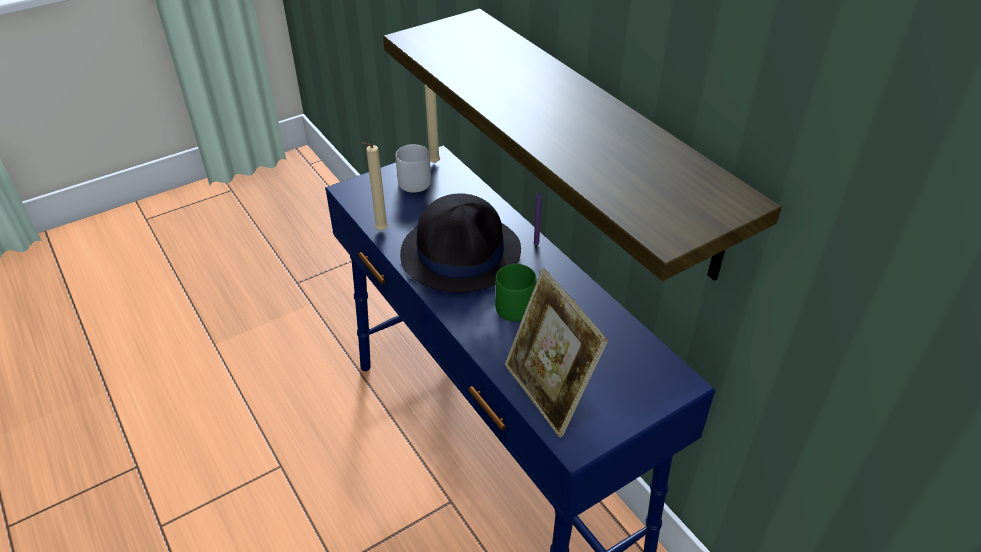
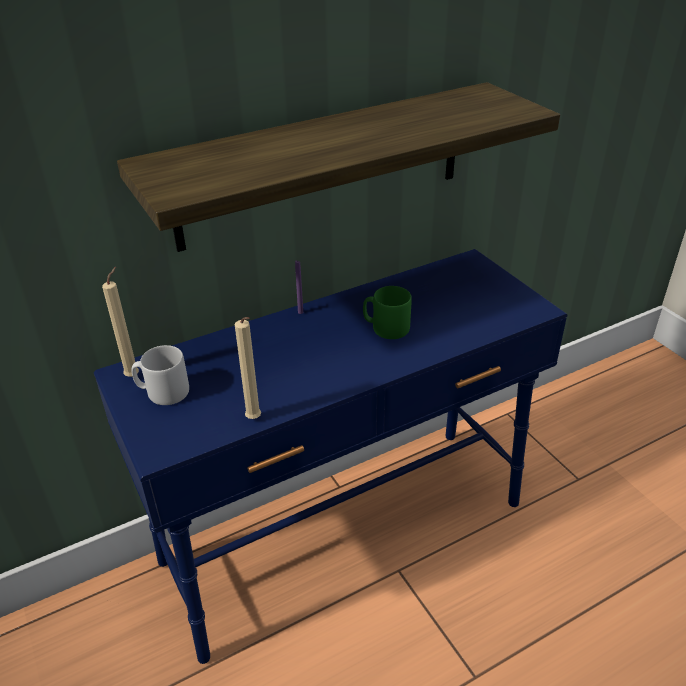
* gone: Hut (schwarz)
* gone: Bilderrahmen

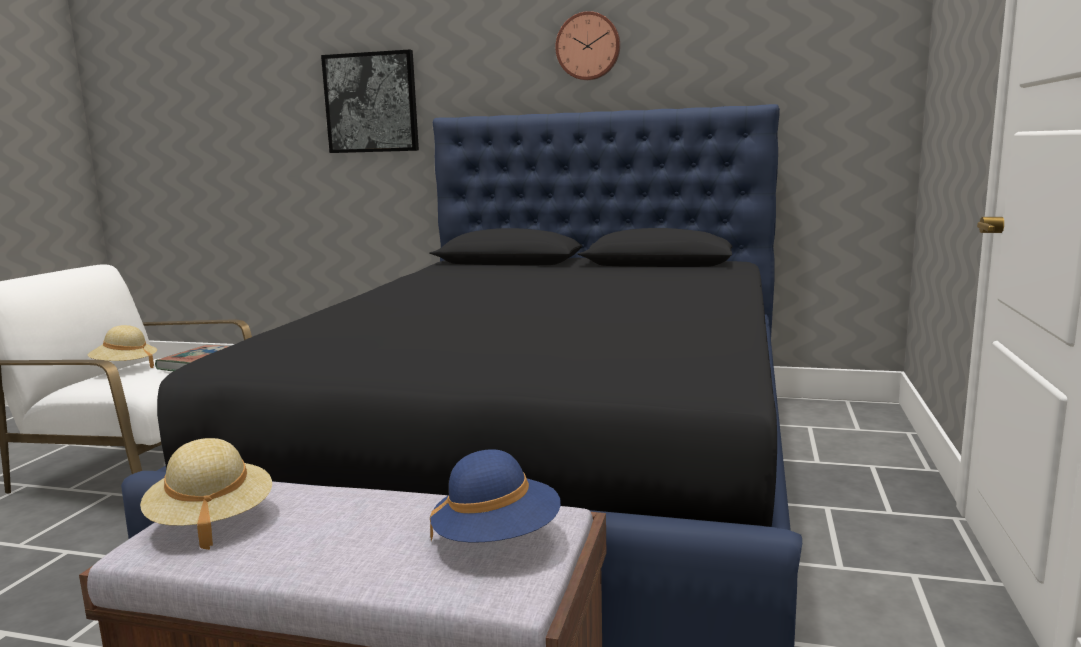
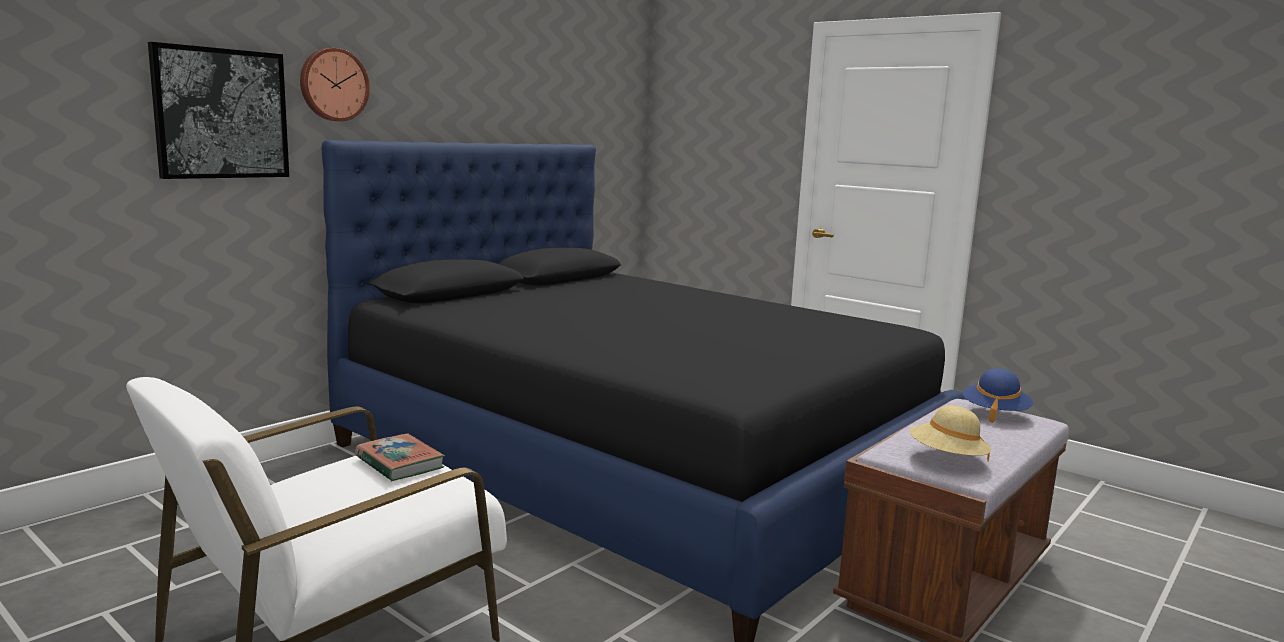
* gone: Hut (beige) (no. 1 from left)
* shifted: Wanduhr

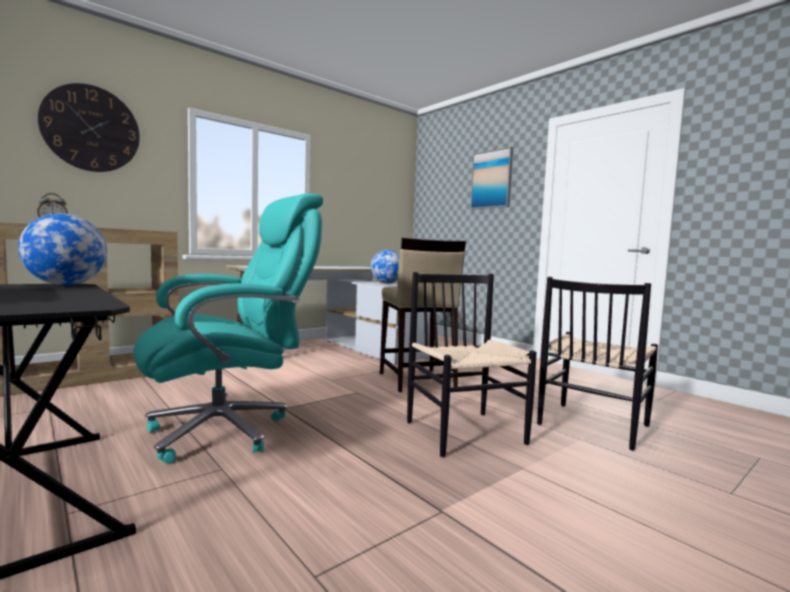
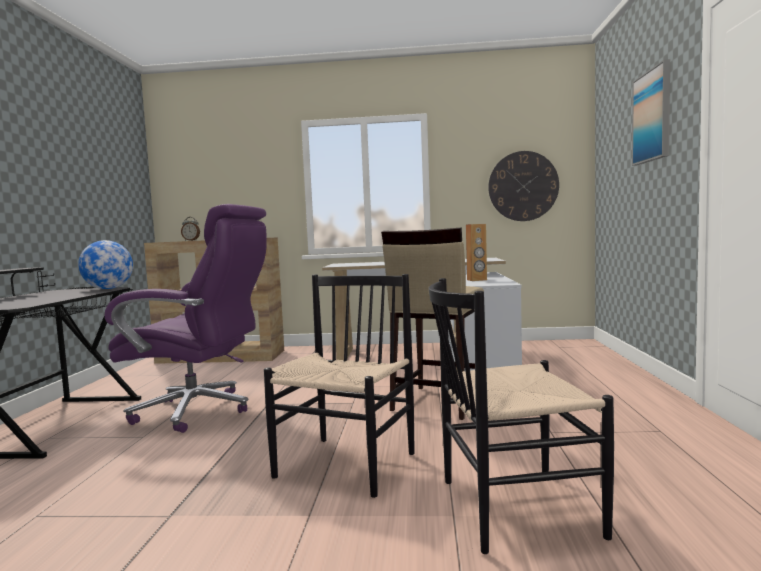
* shifted: Wanduhr
* swapped: Globus (no. 2 from left) to Lautsprecher (braun)
* repainted: Bürostuhl (türkis) to Bürostuhl (lila)

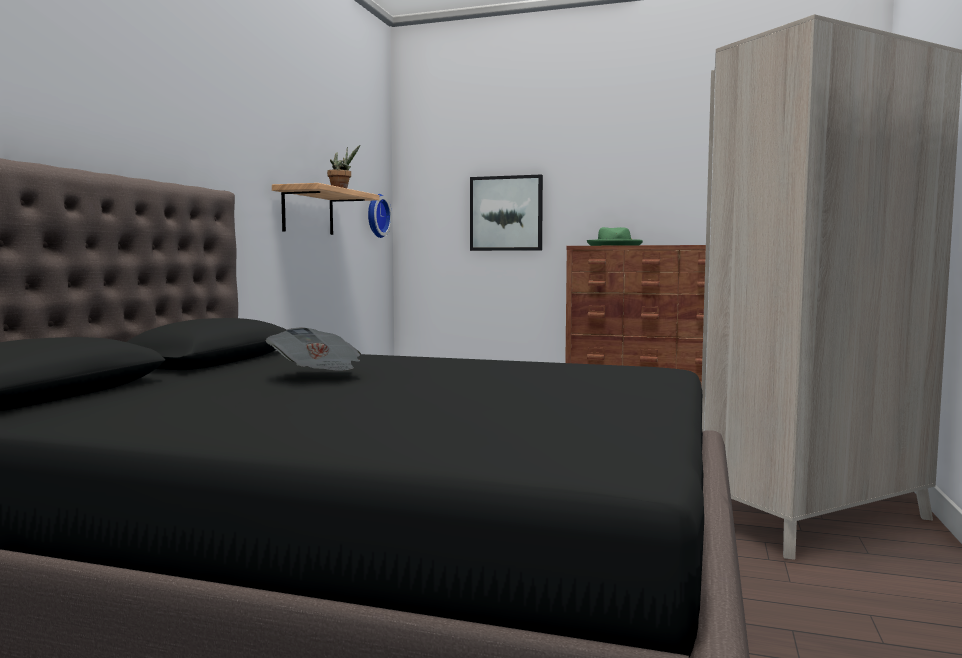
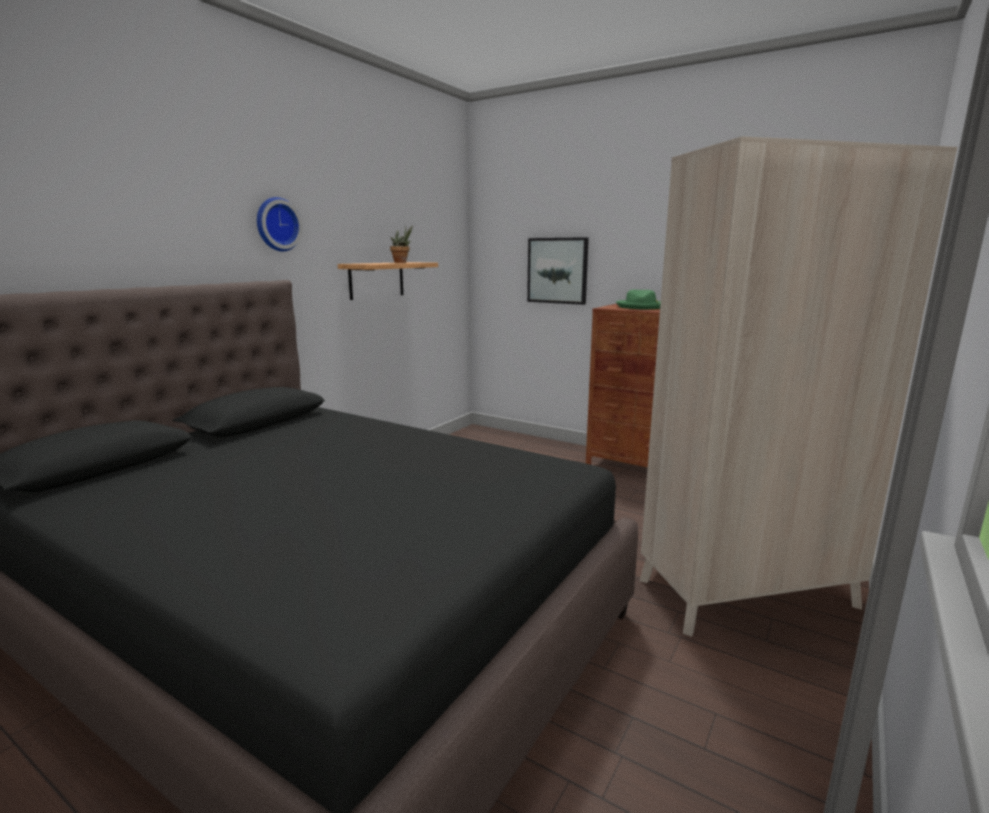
* gone: Zeitung
* shifted: Wanduhr

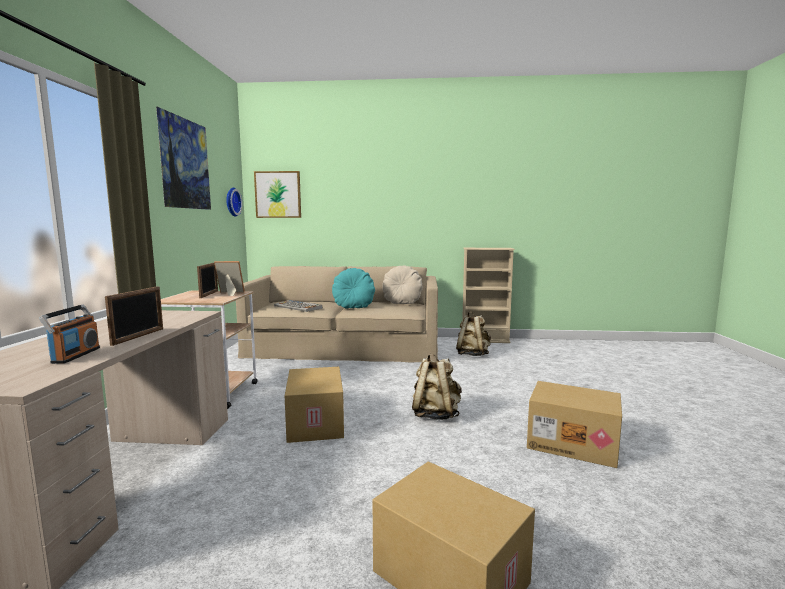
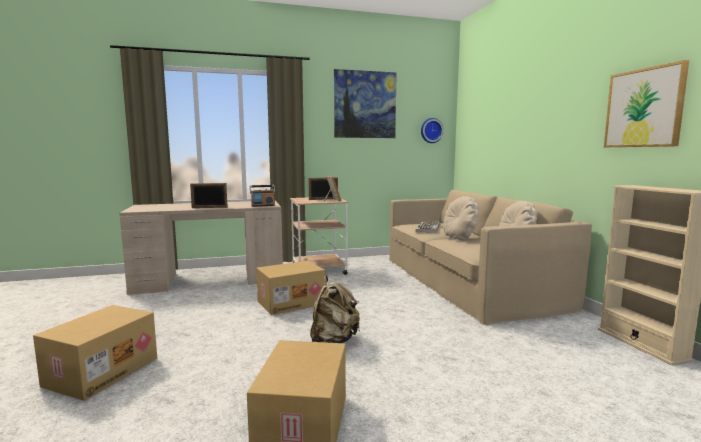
* gone: Rucksack (beige) (no. 2 from left)
* shifted: Radio
* shifted: Bild (no. 2 from left)
* repainted: Kissen (türkis) to Kissen (beige) (no. 1 from left)

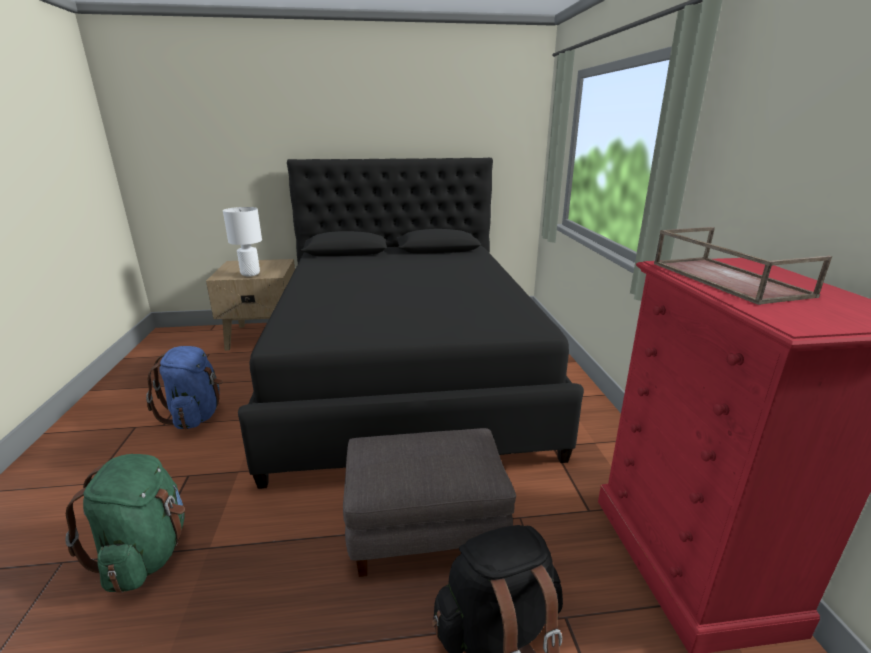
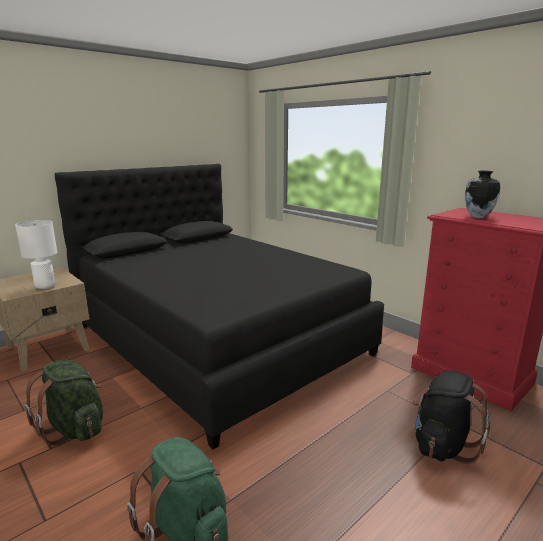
* gone: Polsterhocker (grau)
* swapped: Tablett (braun) to Vase
* repainted: Rucksack (blau) to Rucksack (grün) (no. 1 from left)

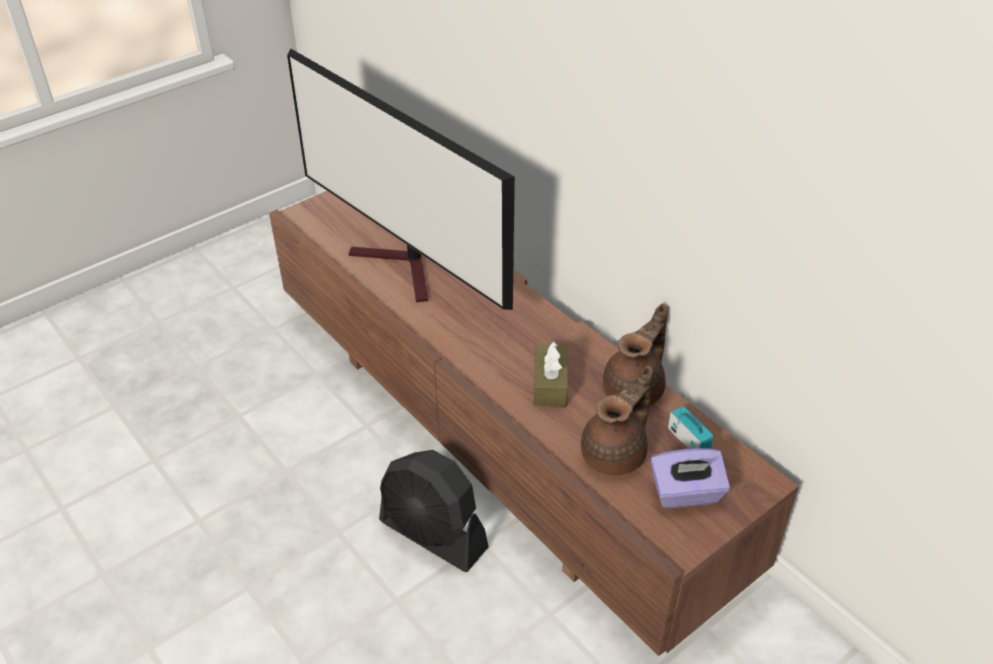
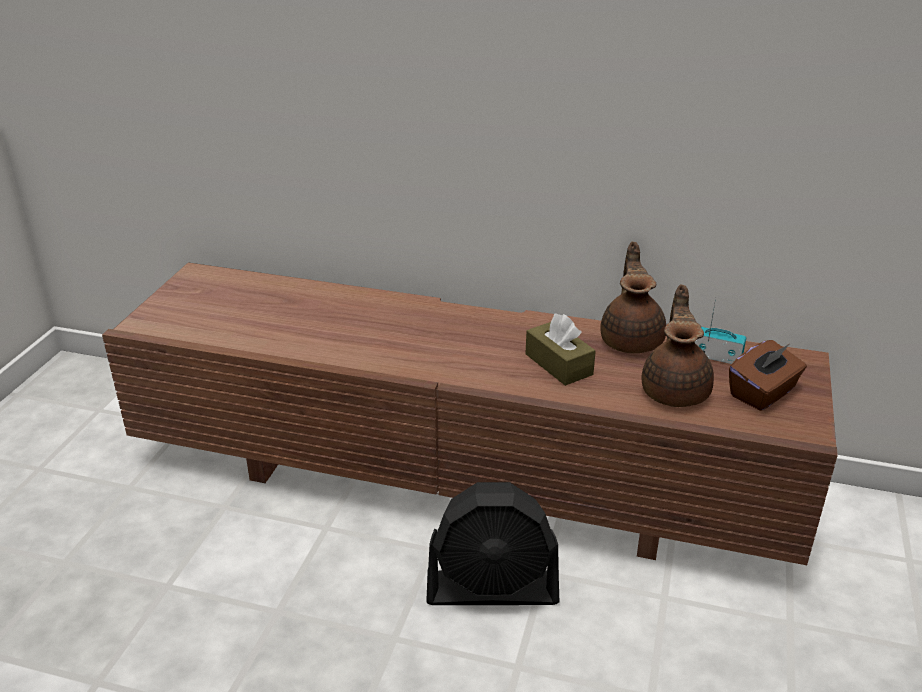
* gone: Fernseher
* repainted: Taschentuchbox (lila) to Taschentuchbox (braun) (no. 2 from left)

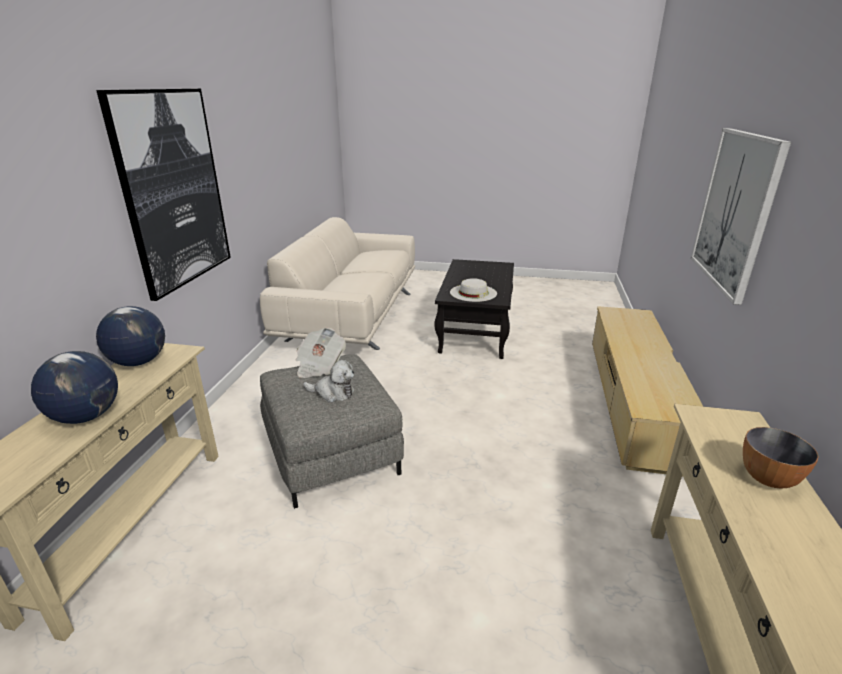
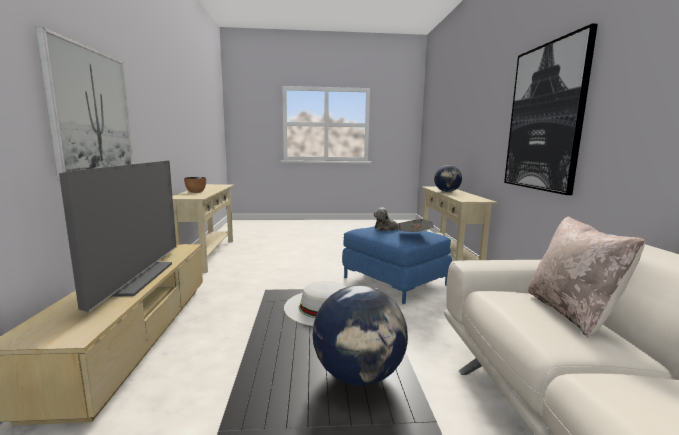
* new: Fernseher
* new: Kissen (beige)
* shifted: Globus (no. 2 from left in the first image) to Globus (no. 1 from left)
* repainted: Polsterhocker (grau) to Polsterhocker (blau)

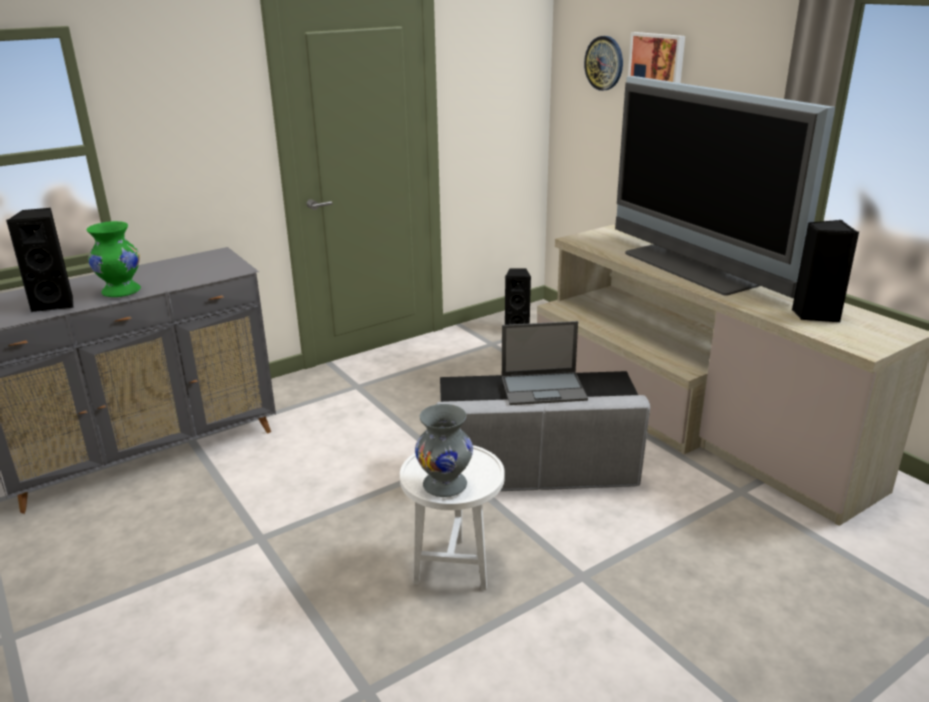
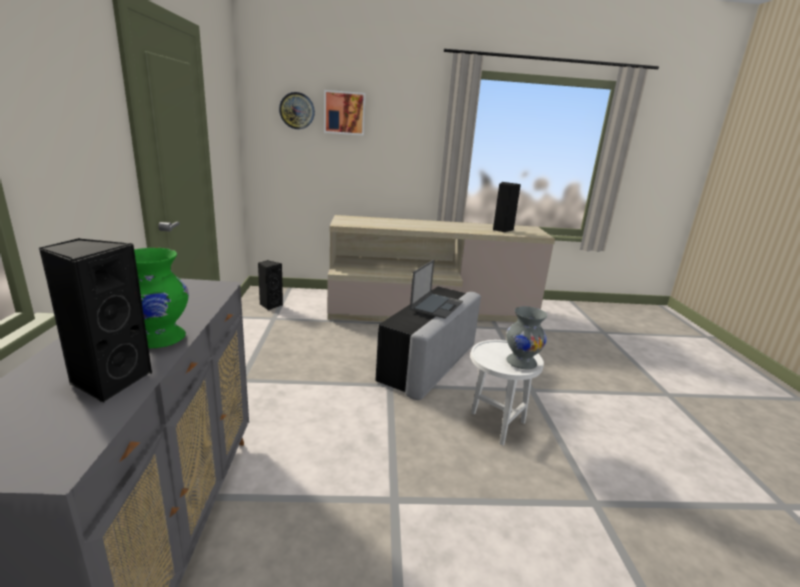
* gone: Fernseher

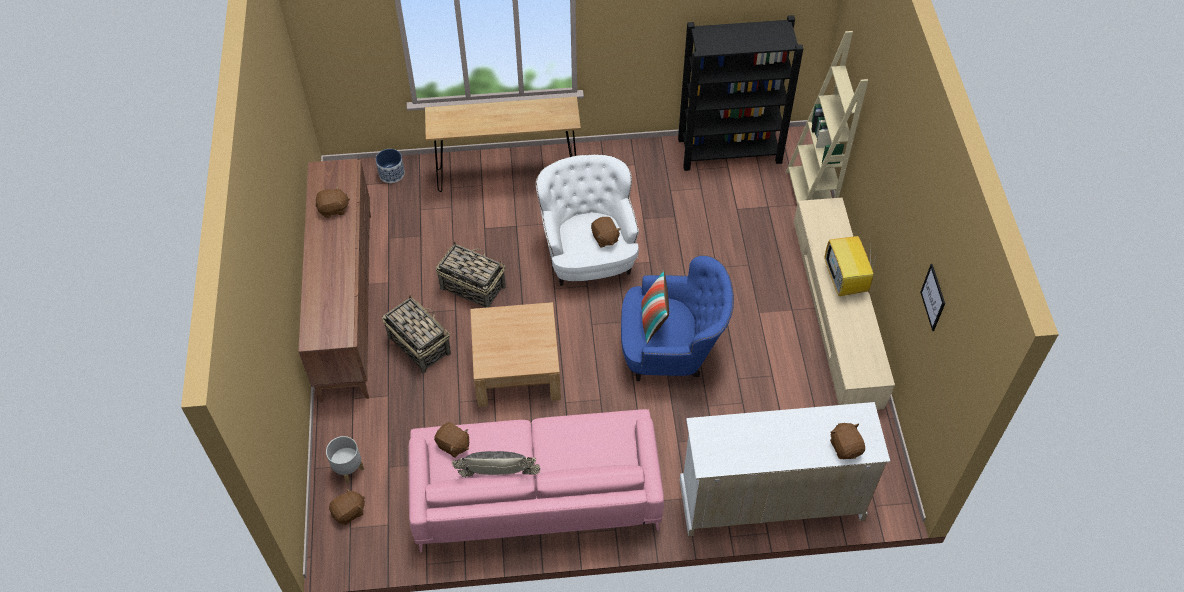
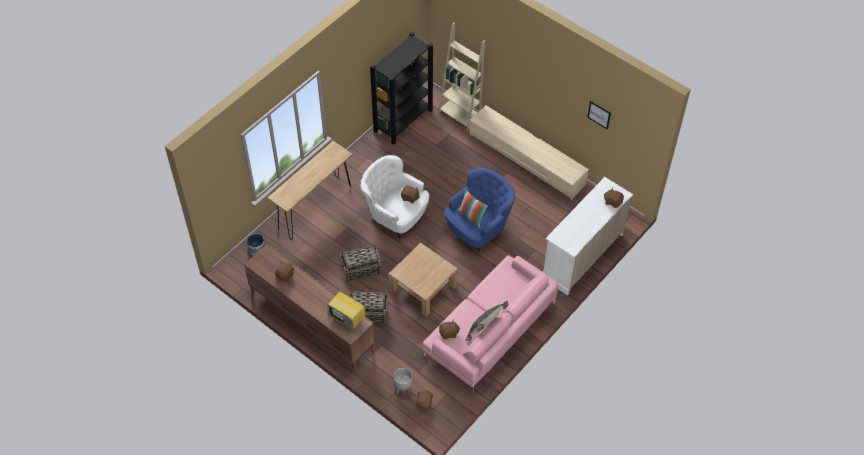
* shifted: Fernseher

